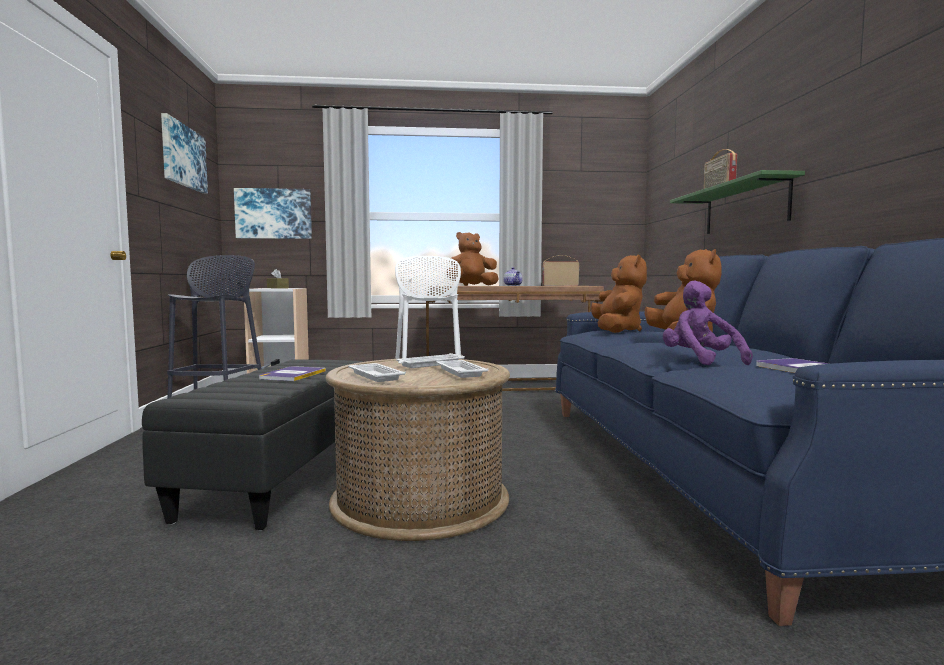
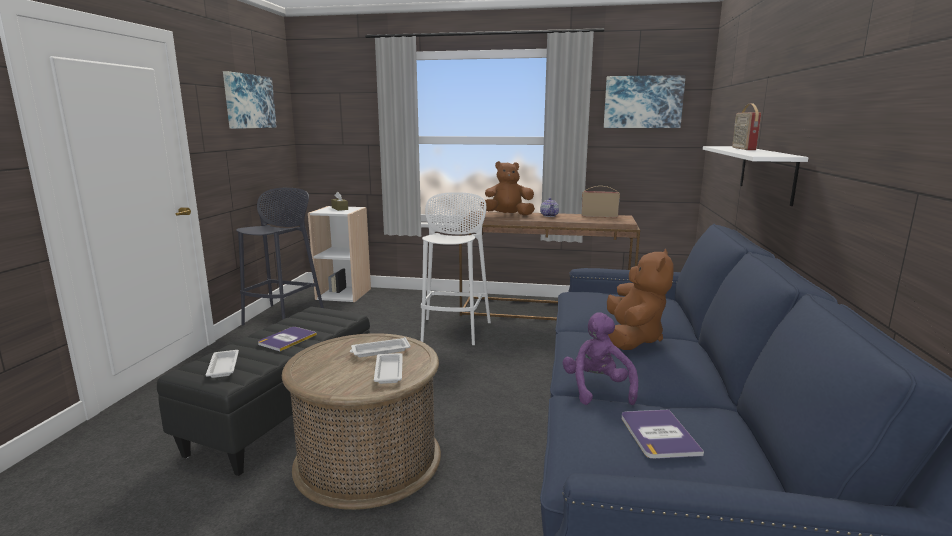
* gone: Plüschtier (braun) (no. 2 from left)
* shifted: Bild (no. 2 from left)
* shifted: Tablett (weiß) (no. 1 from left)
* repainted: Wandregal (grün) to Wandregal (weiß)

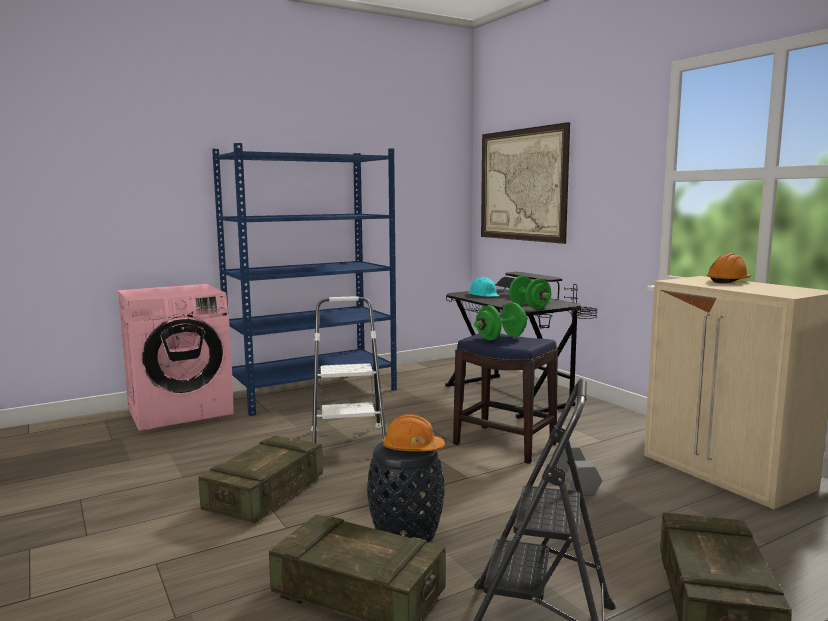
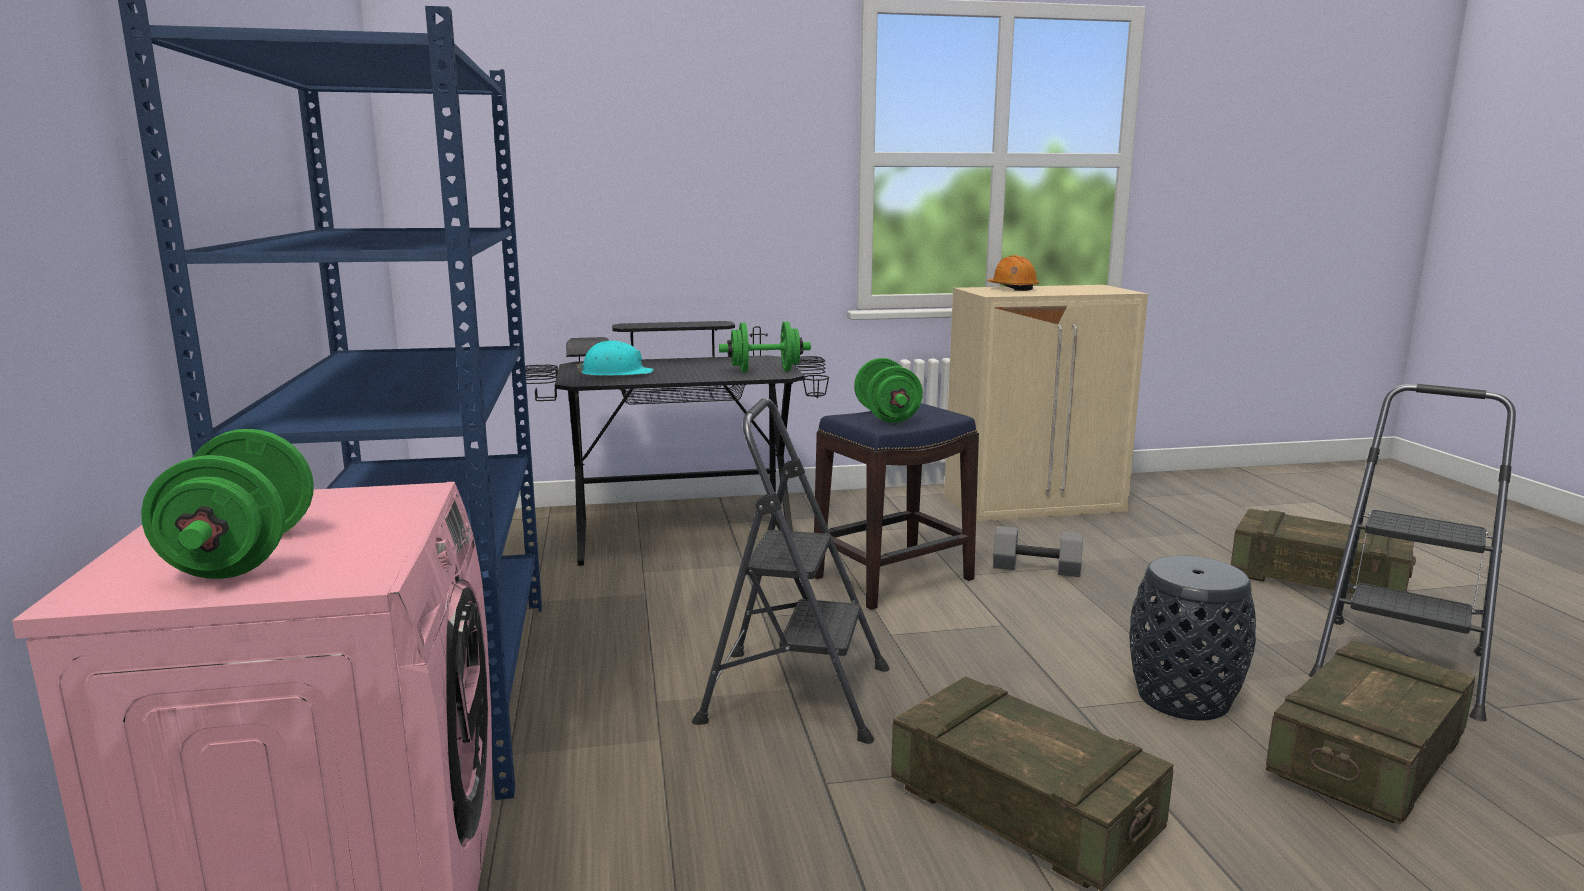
* gone: Schutzhelm (orange) (no. 1 from left)
* gone: Bild
* new: Hantel (grün) (no. 1 from left)
* repainted: Trittleiter (weiß) to Trittleiter (schwarz) (no. 1 from left)

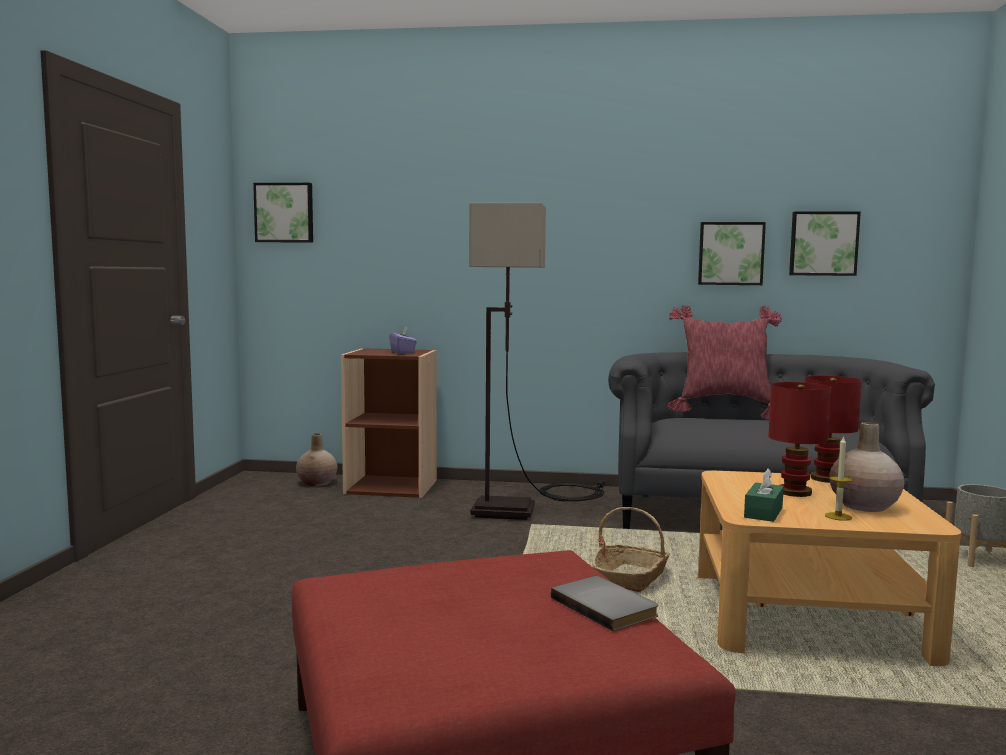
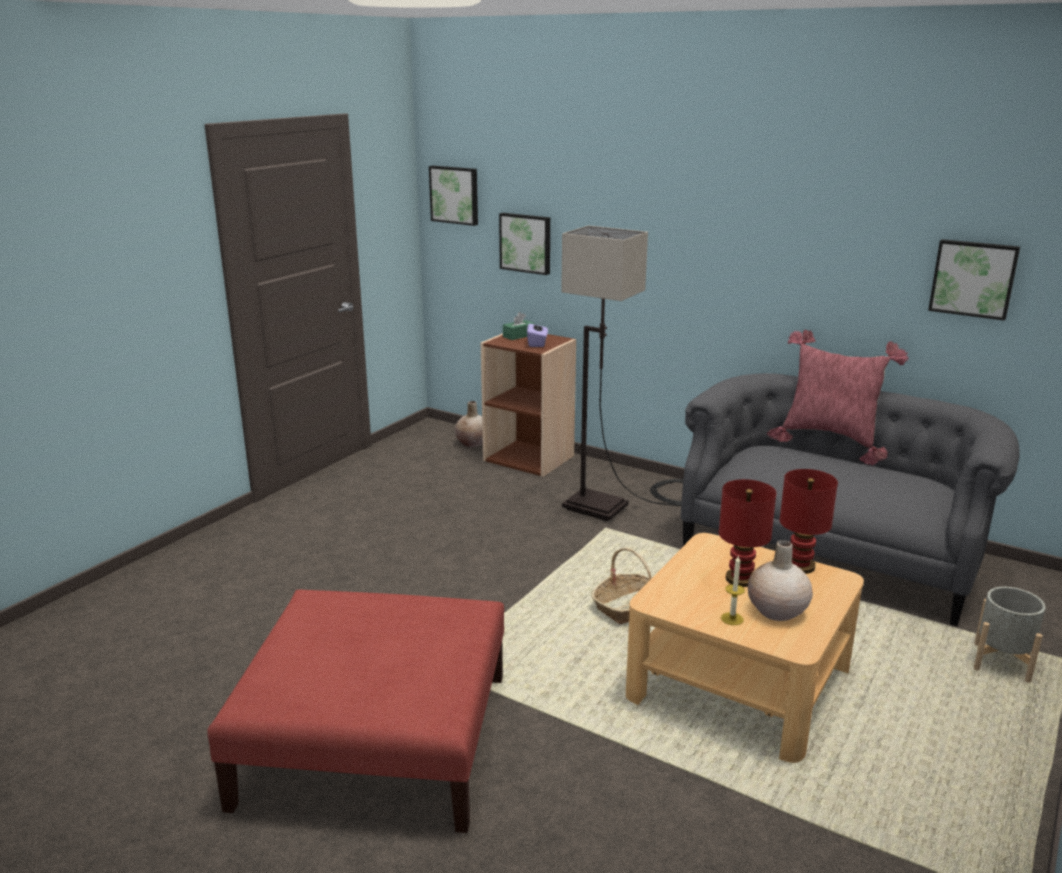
* gone: Buch (grau)
* shifted: Bild (no. 2 from left)
* shifted: Taschentuchbox (grün)

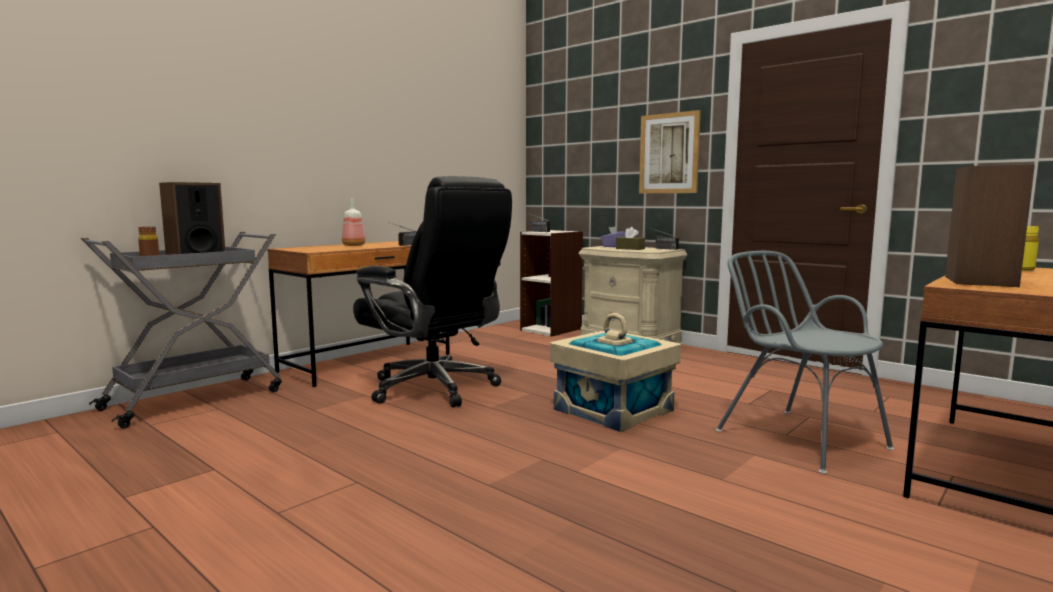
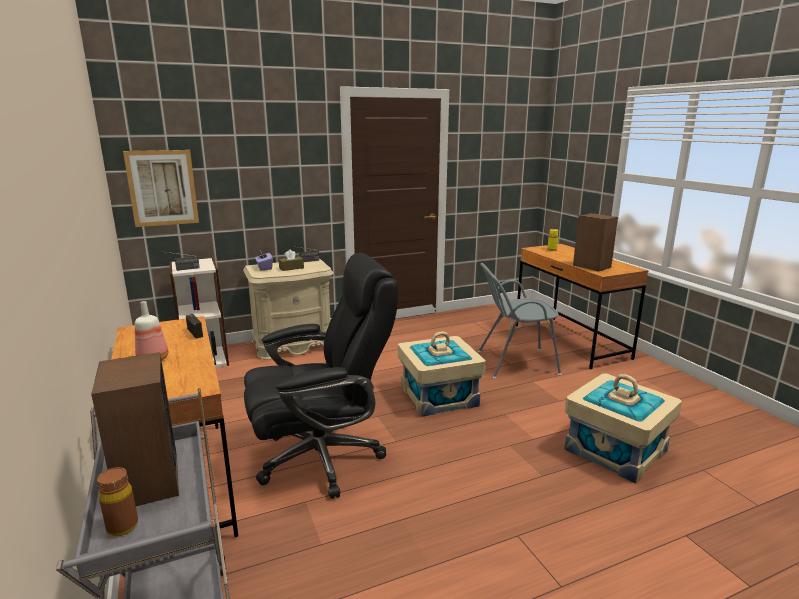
* new: Aufbewahrungsbox (beige) (no. 2 from left)
* shifted: Bild

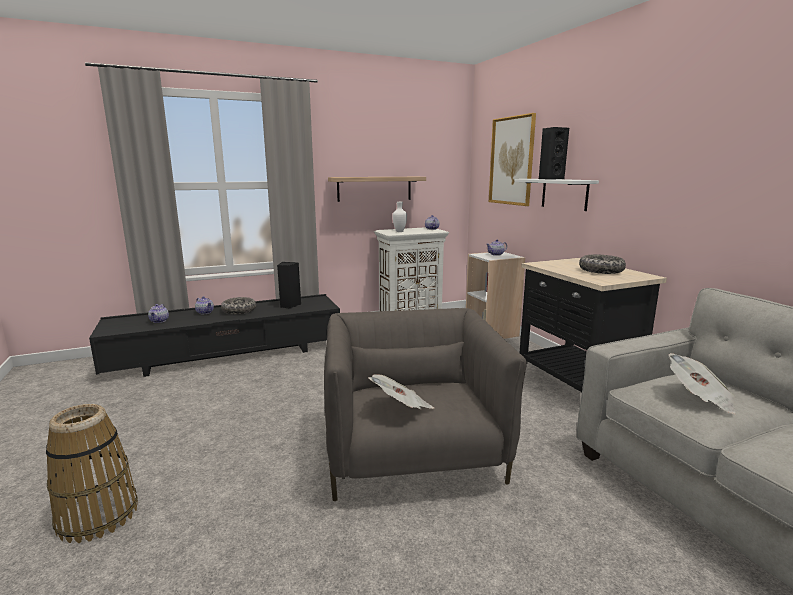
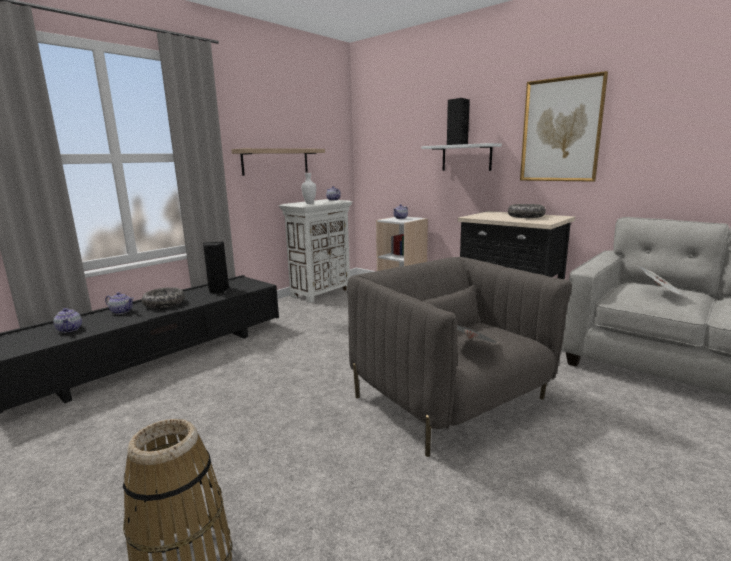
* shifted: Bild

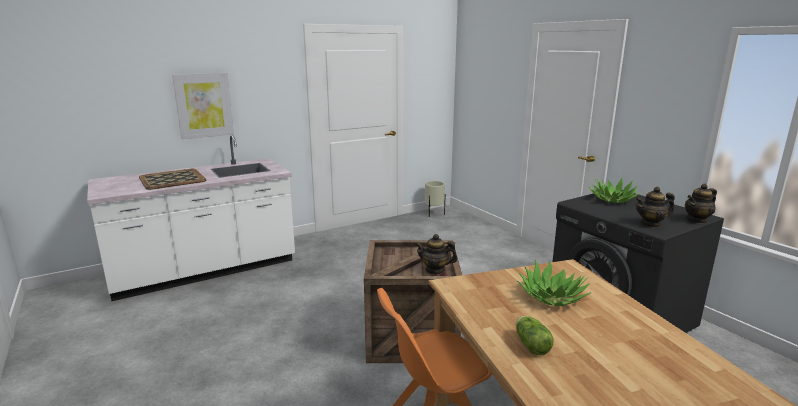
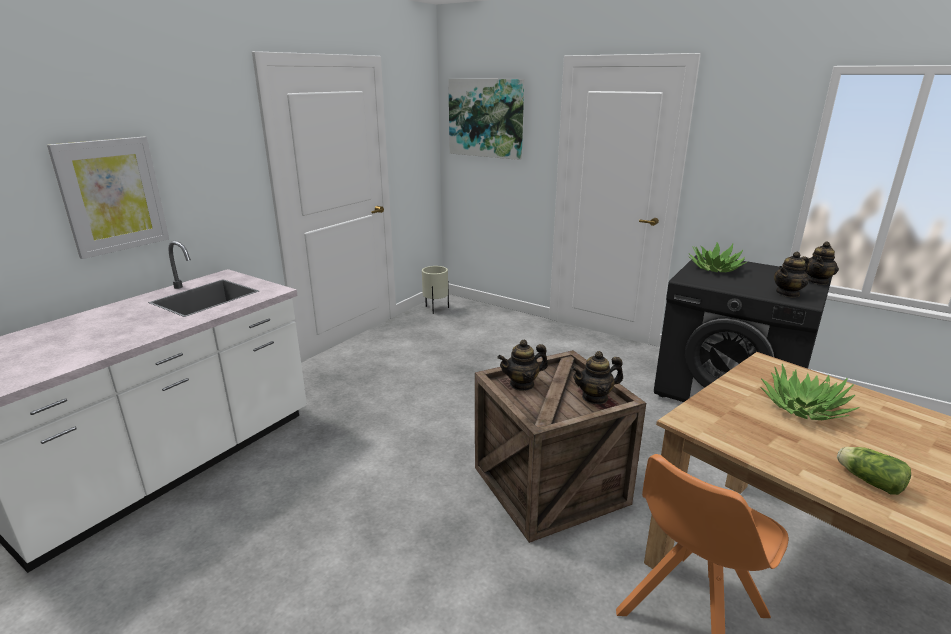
* gone: Tablett
* new: Bild (no. 2 from left)
* new: Teekanne (no. 1 from left)

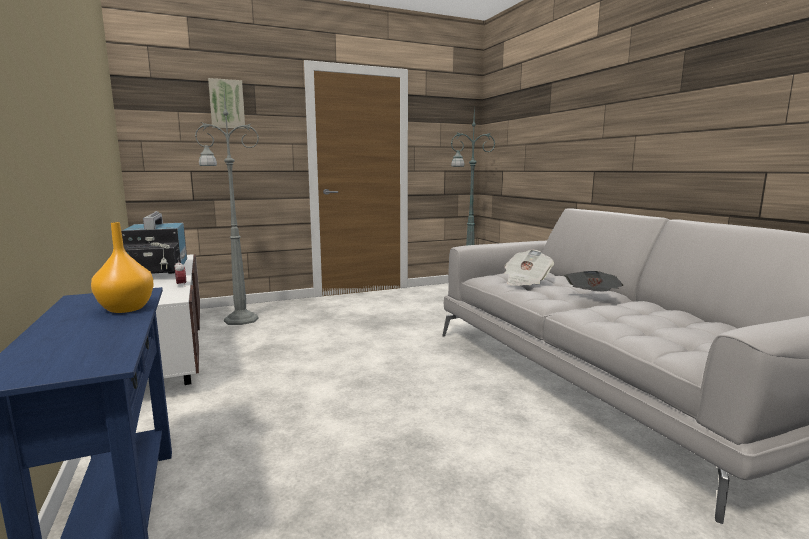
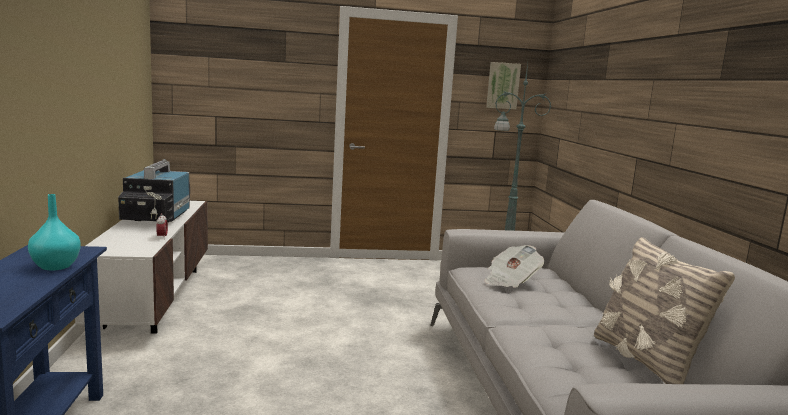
* gone: Stehlampe (grau)
* gone: Zeitung (no. 2 from left)
* new: Kissen (beige)
* shifted: Bild
* repainted: Vase (orange) to Vase (türkis)

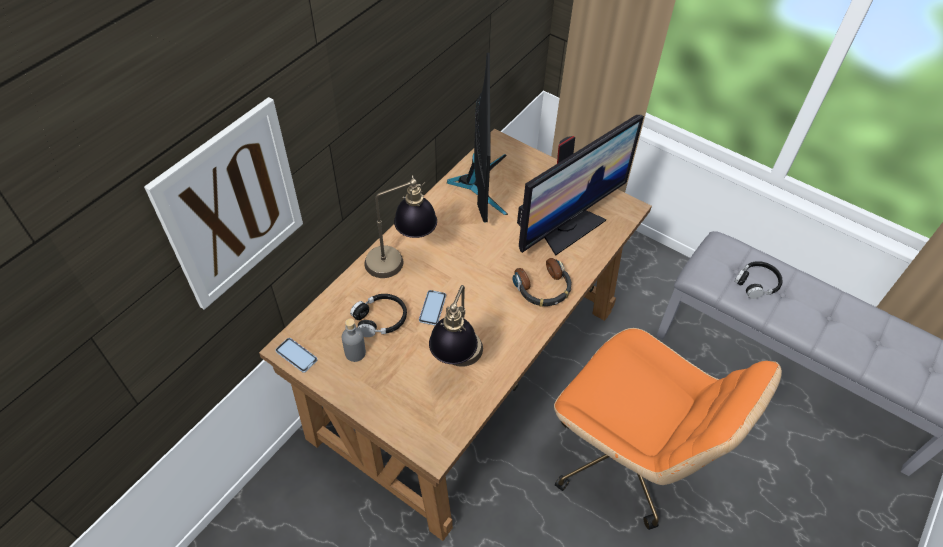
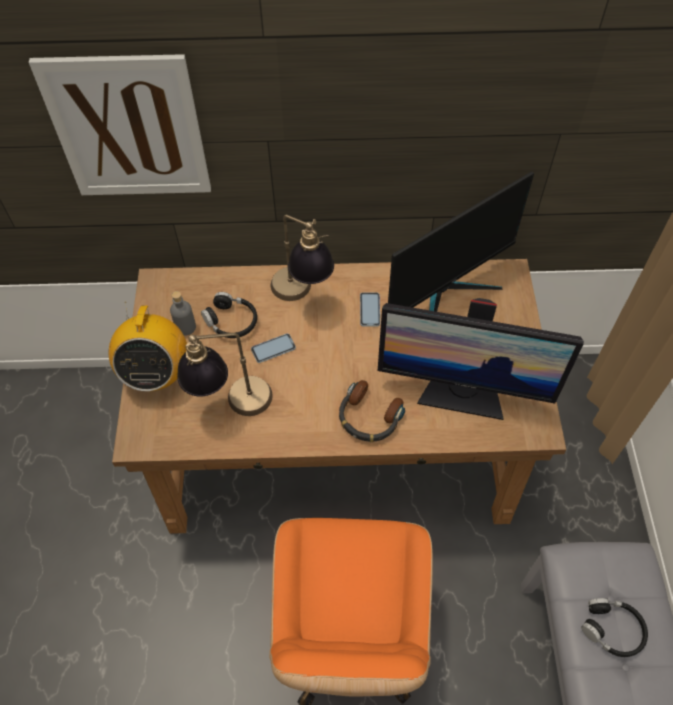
* new: Radio
* shifted: Handy (no. 1 from left in the first image) to Handy (no. 2 from left)

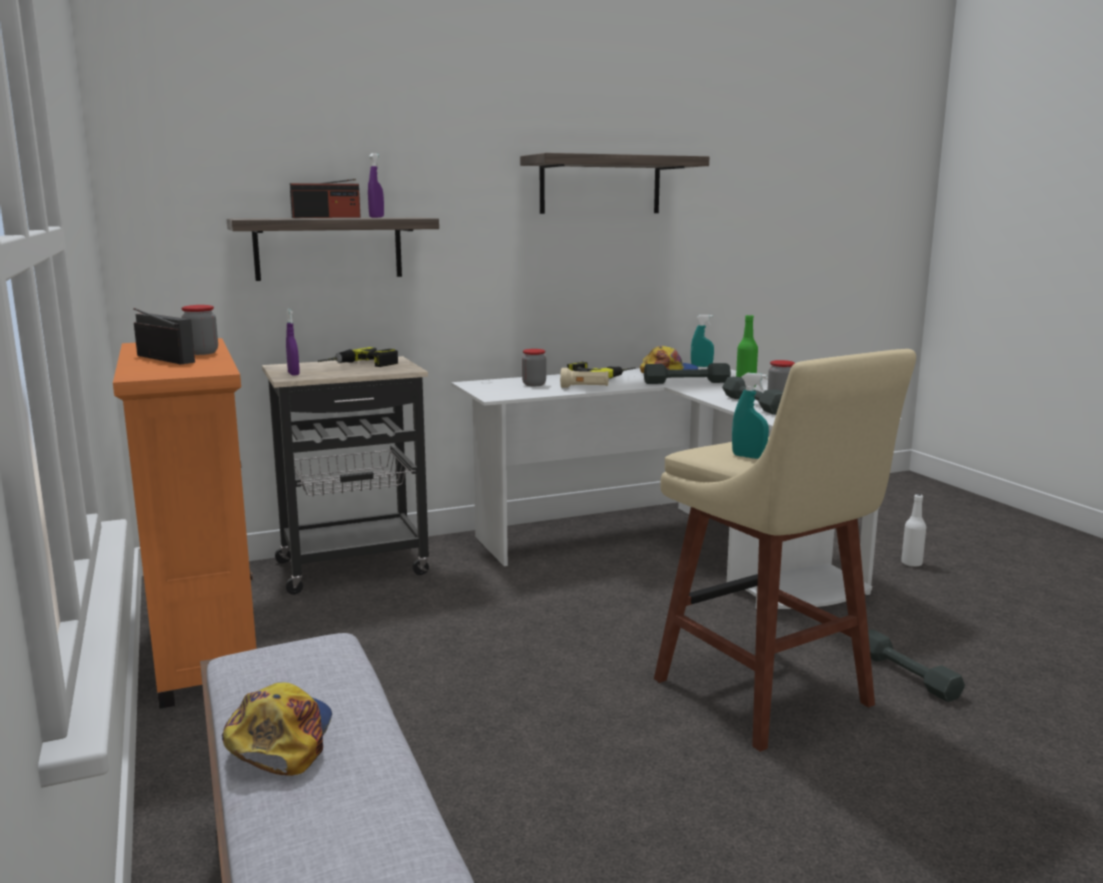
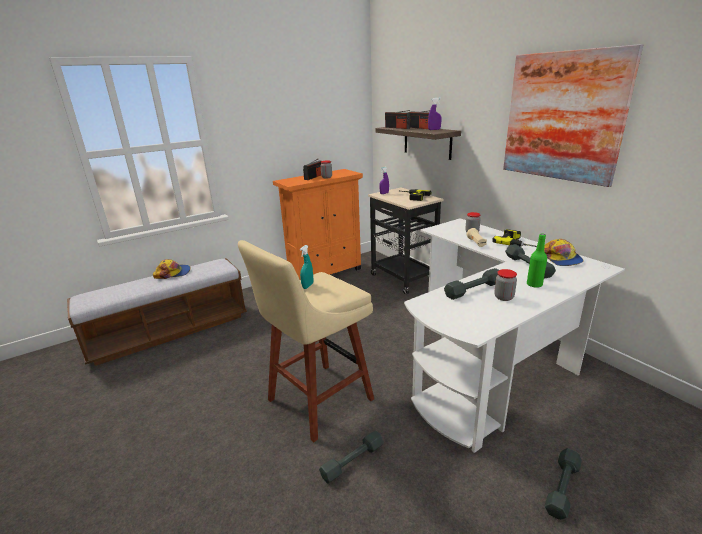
* gone: Sprühflasche (türkis) (no. 1 from left)
* new: Radio (no. 2 from left)
* swapped: Wandregal (no. 2 from left) to Bild
* swapped: Flasche (weiß) to Hantel (grau) (no. 4 from left)

